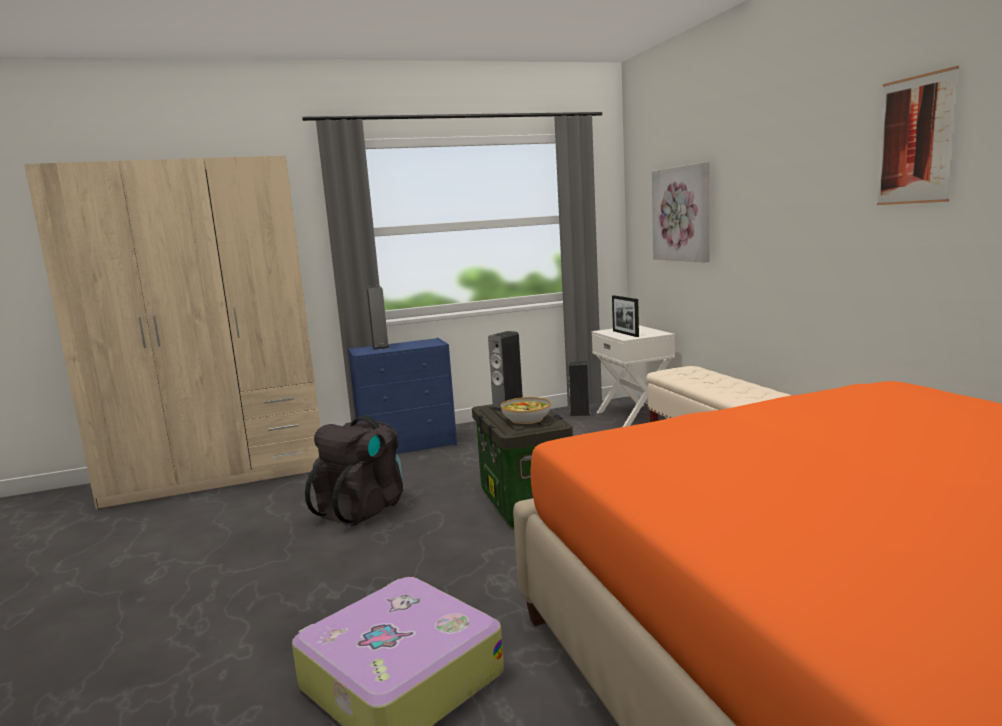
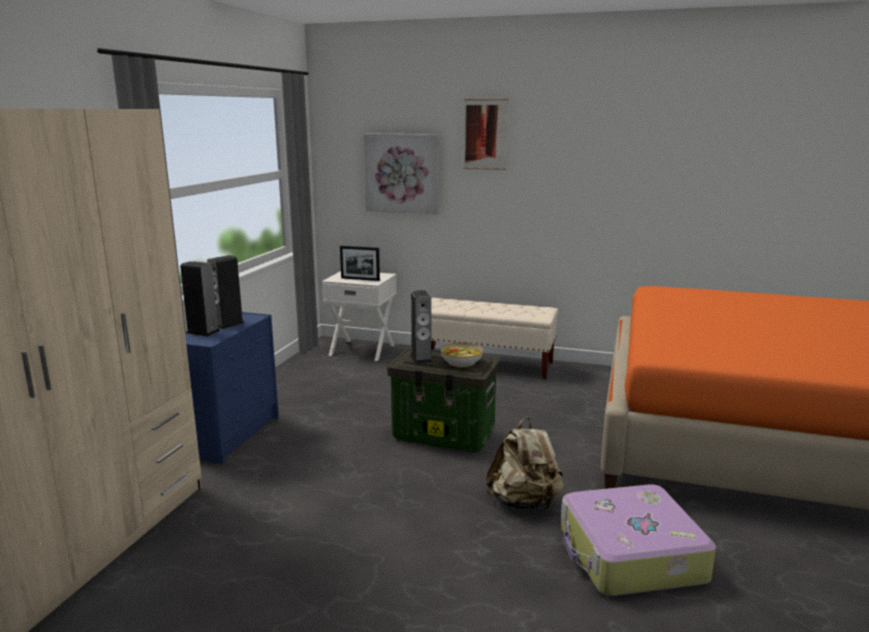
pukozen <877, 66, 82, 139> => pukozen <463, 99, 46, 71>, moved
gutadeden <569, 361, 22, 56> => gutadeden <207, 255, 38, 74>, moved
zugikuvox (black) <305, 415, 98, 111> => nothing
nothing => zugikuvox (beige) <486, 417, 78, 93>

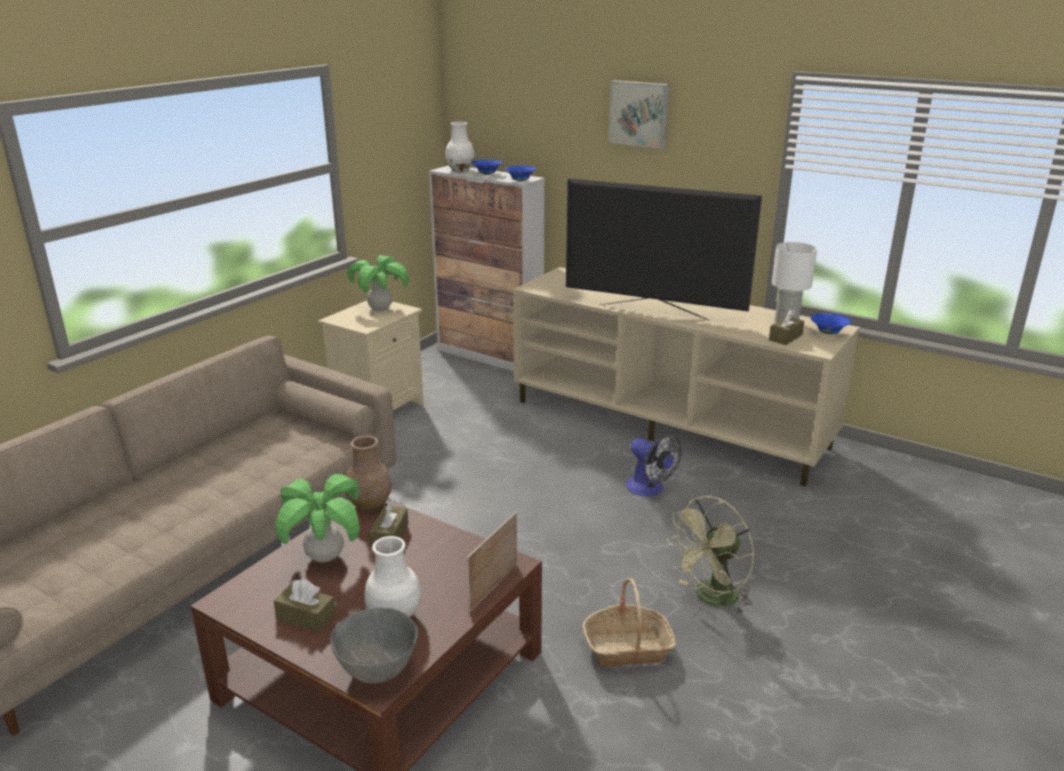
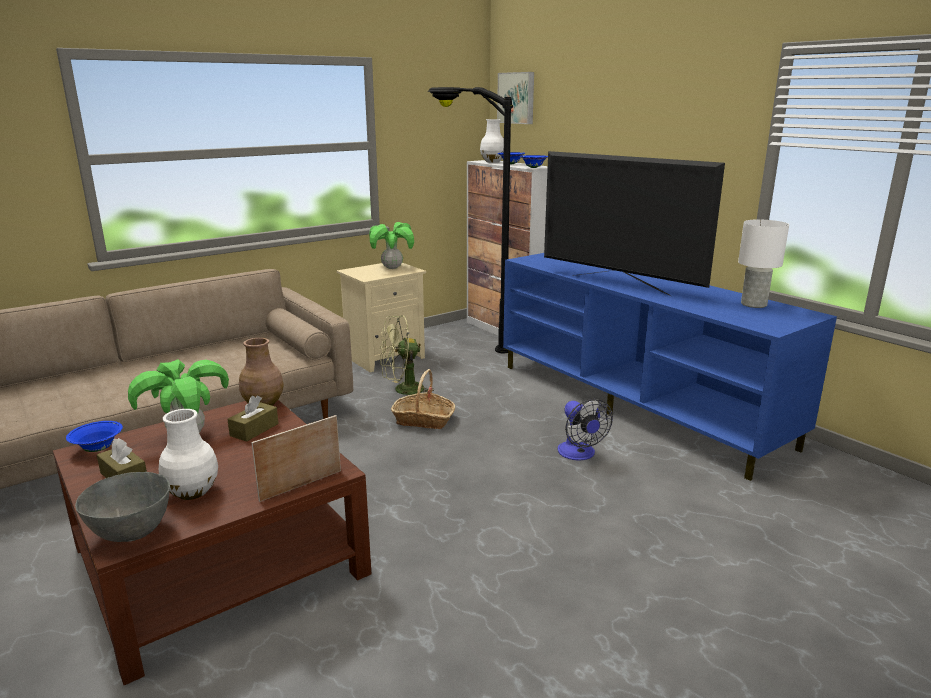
pukozen <608, 80, 61, 69> => pukozen <497, 72, 37, 52>, moved
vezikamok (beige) <513, 267, 347, 220> => vezikamok (blue) <503, 253, 334, 228>
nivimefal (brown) <769, 310, 35, 35> => nothing
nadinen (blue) <811, 313, 40, 22> => nadinen (blue) <66, 421, 57, 31>, moved
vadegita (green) <667, 496, 87, 118> => vadegita (green) <380, 315, 54, 83>, moved
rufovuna <583, 578, 94, 89> => rufovuna <391, 369, 64, 60>, moved
nothing => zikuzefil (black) <428, 87, 85, 266>

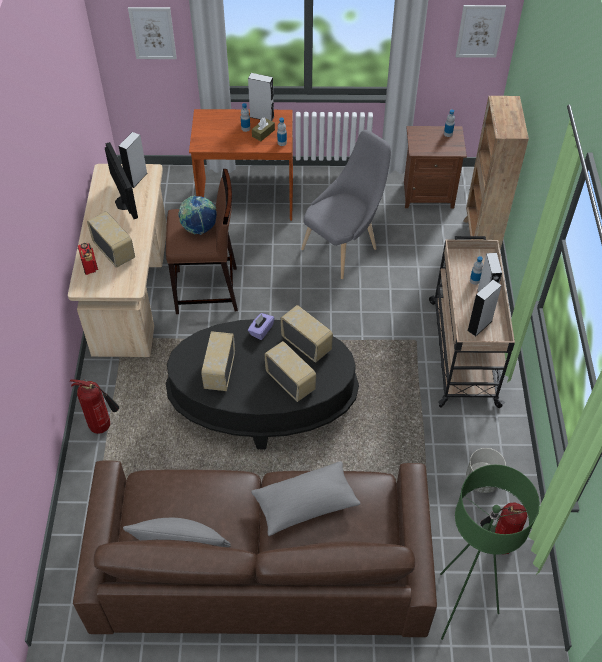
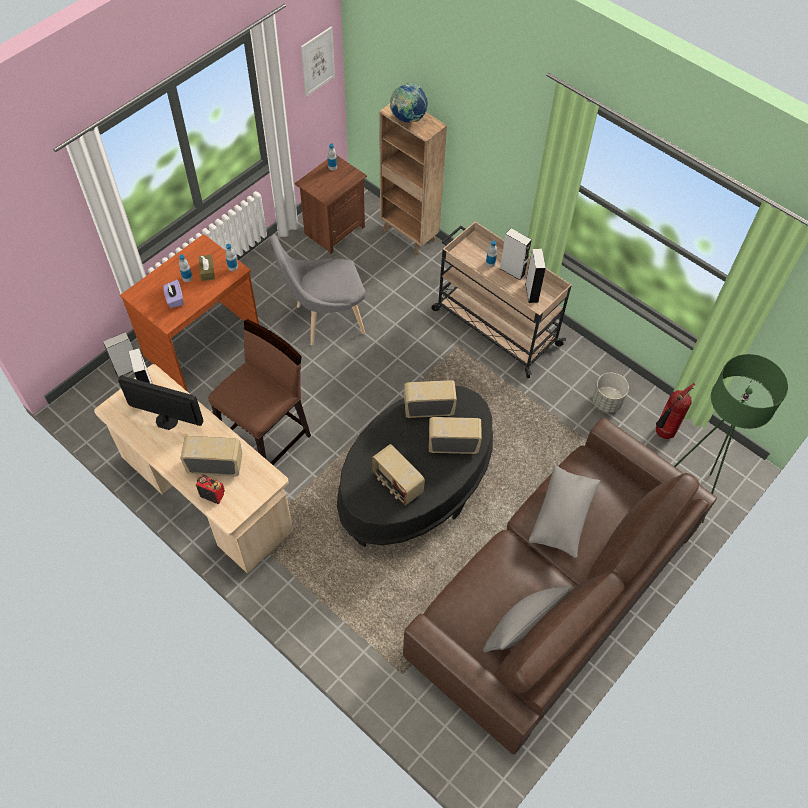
pukozen <128, 7, 49, 52> => nothing
gutadeden (grey) <248, 73, 26, 48> => gutadeden (grey) <103, 332, 31, 46>, moved
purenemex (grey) <301, 130, 90, 149> => purenemex (grey) <270, 235, 96, 110>, 105 degrees counterclockwise
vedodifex <178, 196, 38, 39> => vedodifex <390, 83, 38, 40>, moved
nivimefal (purple) <248, 313, 26, 27> => nivimefal (purple) <163, 280, 20, 28>, moved
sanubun <70, 379, 49, 55> => nothing

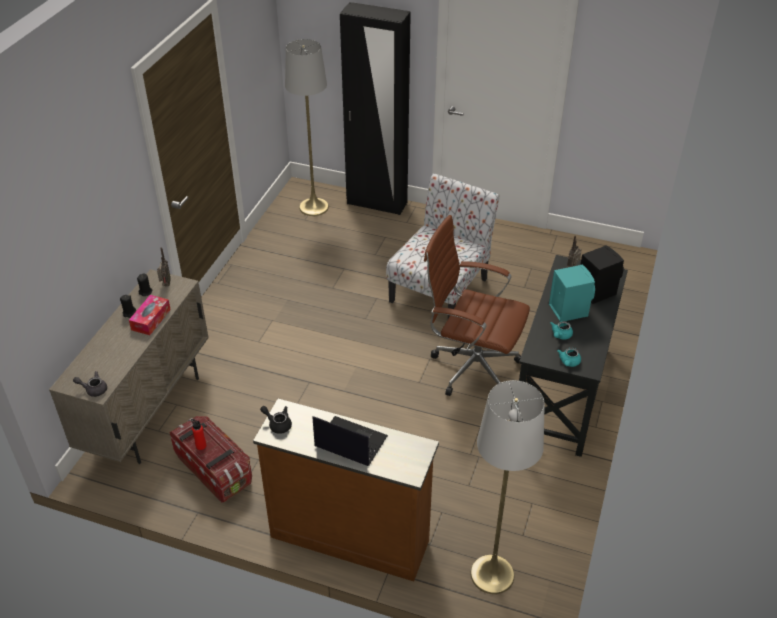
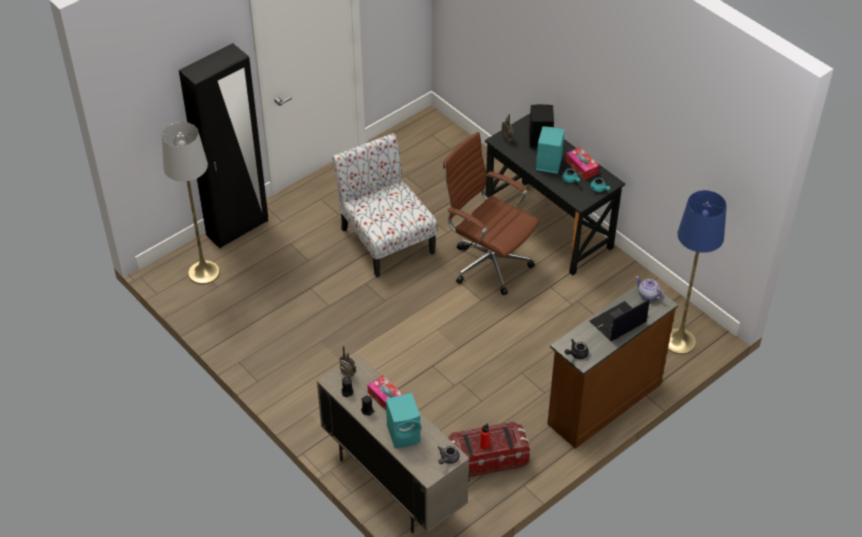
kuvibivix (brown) <424, 215, 106, 181> => kuvibivix (brown) <443, 132, 96, 164>, 75 degrees clockwise
zikuzefil (grey) <470, 380, 75, 214> => zikuzefil (blue) <668, 190, 59, 164>
nothing => nivimefal <566, 147, 33, 33>
nothing => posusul <635, 276, 29, 24>
nothing => gutadeden (turquoise) <386, 393, 35, 55>

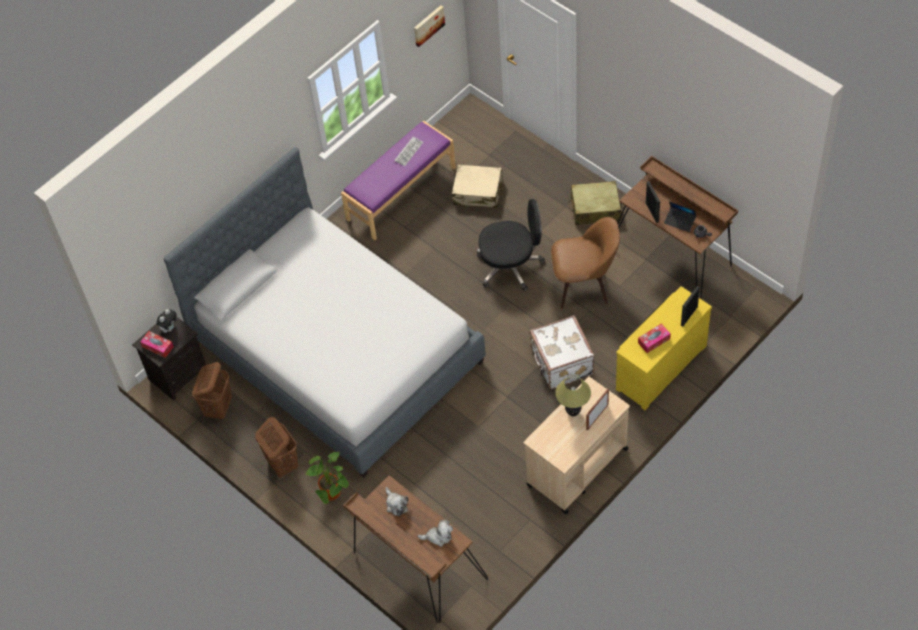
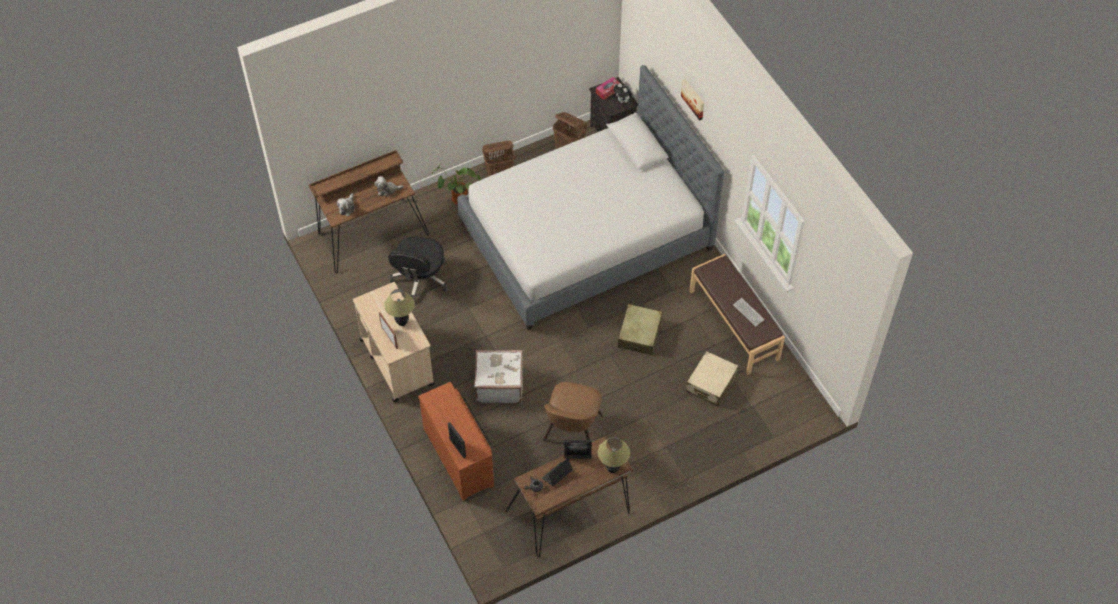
pukozen <414, 5, 31, 42> => pukozen <681, 79, 23, 42>, moved
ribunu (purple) <341, 121, 115, 119> => ribunu (brown) <689, 254, 96, 121>
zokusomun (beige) <569, 181, 52, 44> => zokusomun (beige) <618, 304, 44, 51>, moved
kuvibivix (black) <477, 199, 68, 92> => kuvibivix (black) <388, 236, 60, 65>, moved
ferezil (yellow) <616, 286, 96, 124> => ferezil (brown) <418, 382, 76, 119>
nivimefal <638, 323, 33, 30> => nothing
nothing => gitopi <597, 437, 33, 36>

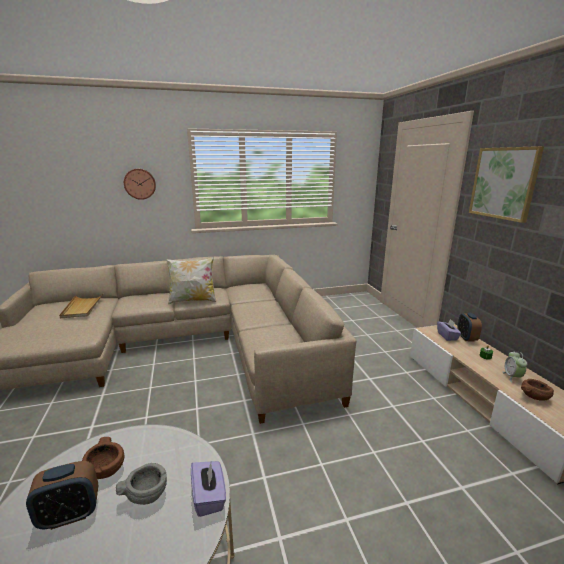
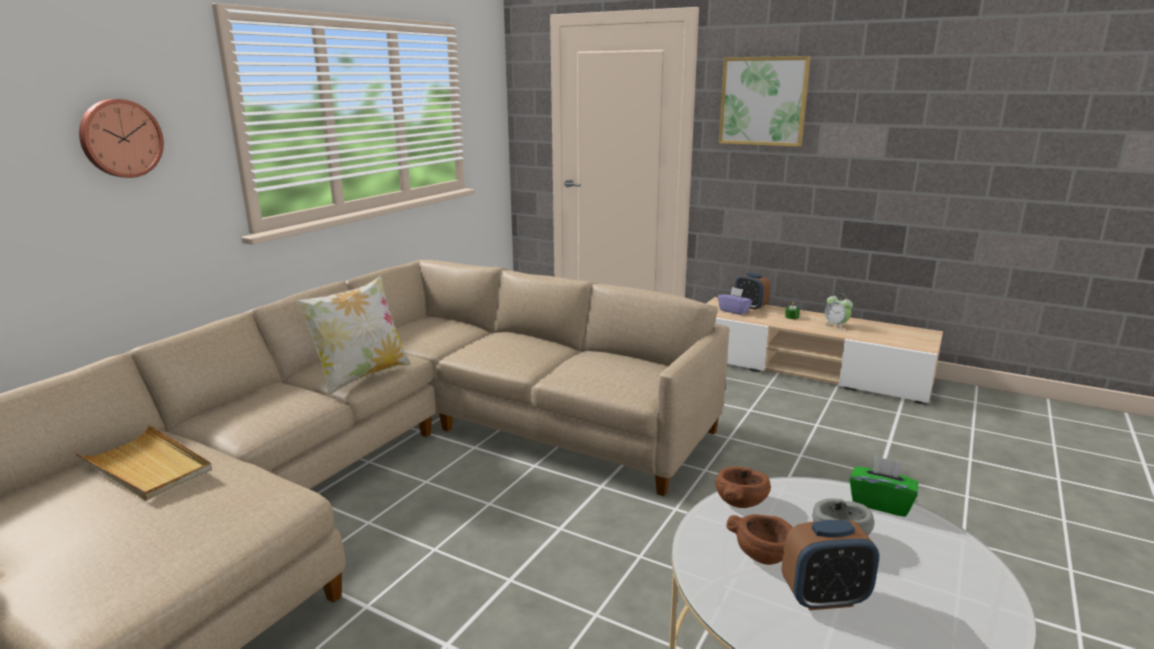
nadinen (brown) <521, 379, 33, 22> => nadinen (brown) <716, 466, 55, 42>, moved
nivimefal (purple) <191, 460, 35, 57> => nivimefal (green) <849, 455, 69, 62>
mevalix <26, 461, 72, 69> => mevalix <782, 520, 97, 90>, 60 degrees clockwise

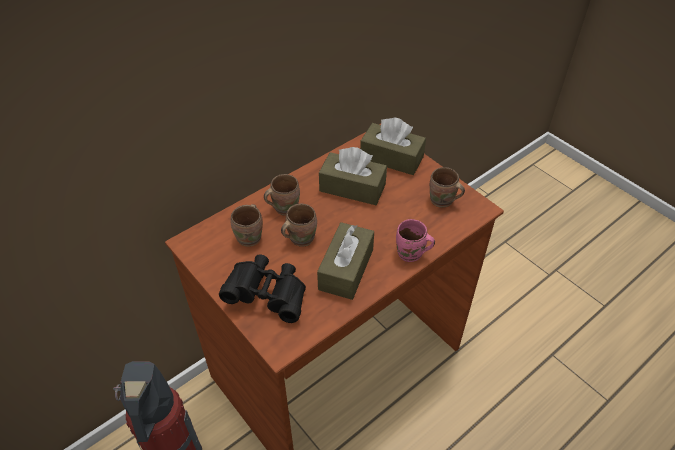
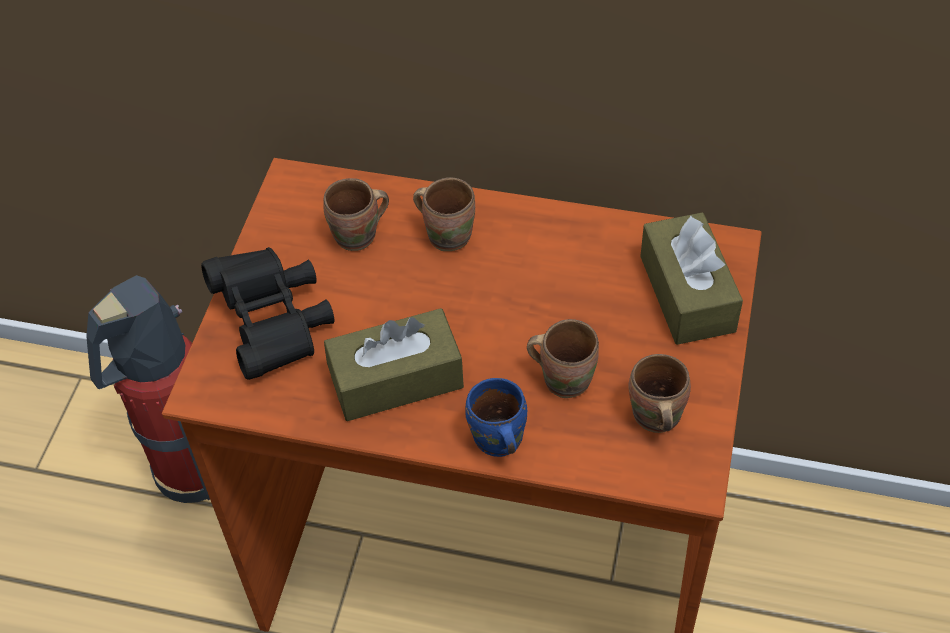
nivimefal (brown) <319, 147, 68, 58> => nothing
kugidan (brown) <281, 204, 36, 43> => kugidan (brown) <527, 319, 72, 79>, moved
kugidan (pink) <396, 219, 39, 43> => kugidan (blue) <465, 378, 62, 79>

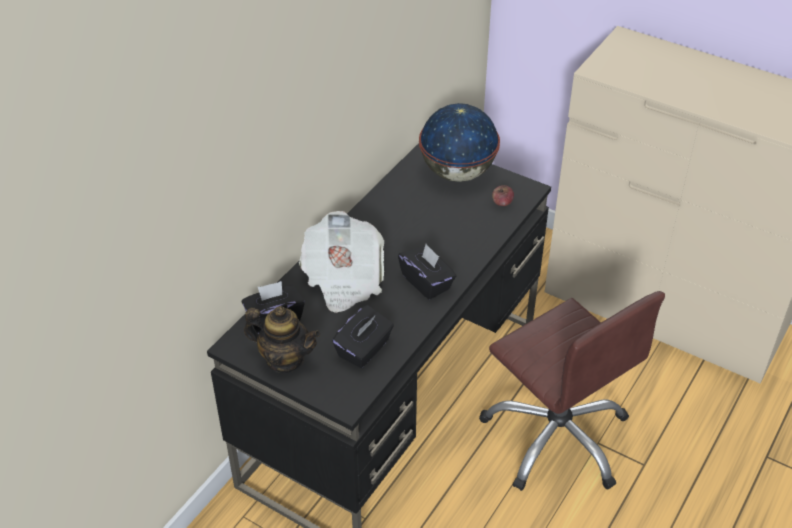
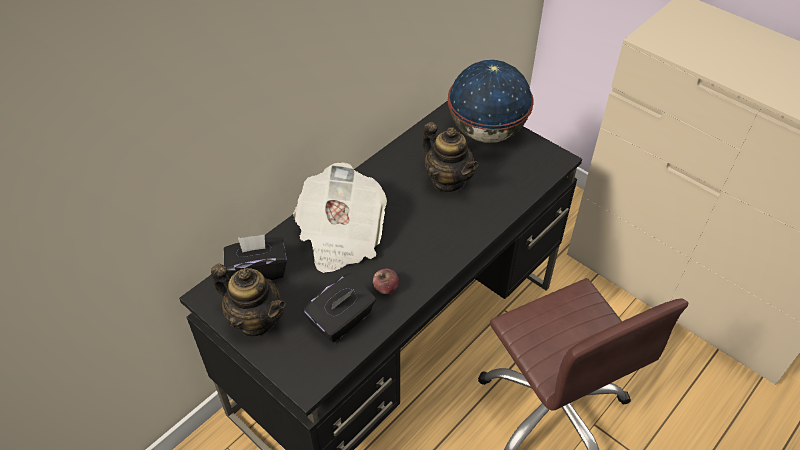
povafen <492, 185, 22, 21> => povafen <373, 268, 26, 26>, moved
nivimefal (black) <398, 244, 58, 56> => nothing
nothing => posusul <422, 122, 57, 70>

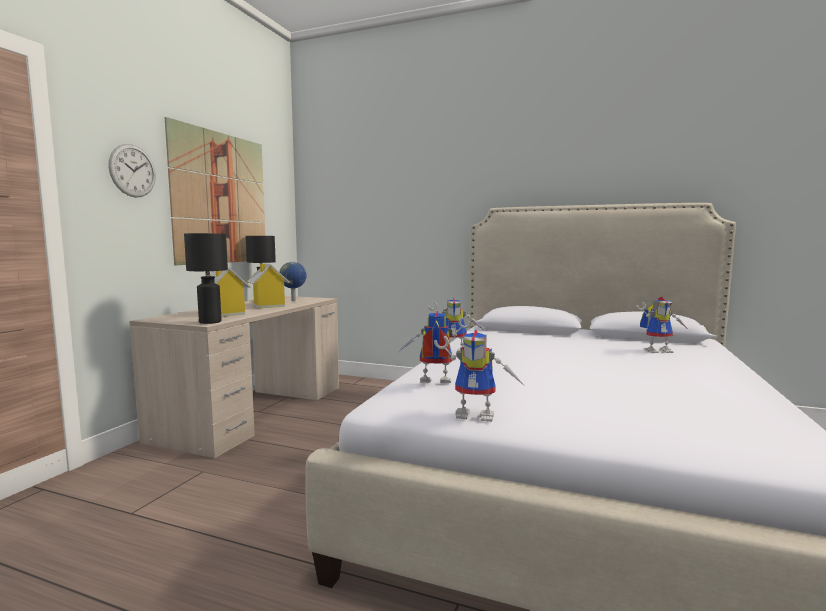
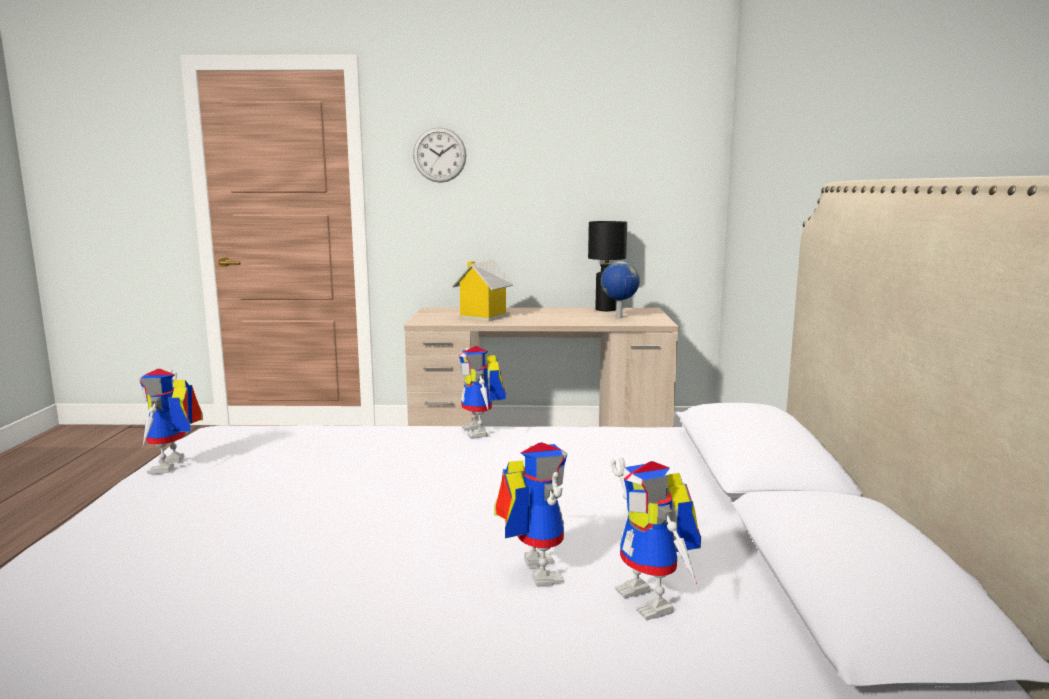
pukozen <165, 117, 100, 148> => nothing
gitopi (black) <184, 233, 44, 91> => nothing
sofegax <247, 263, 43, 45> => nothing
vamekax <397, 311, 74, 73> => vamekax <494, 443, 73, 143>, moved

